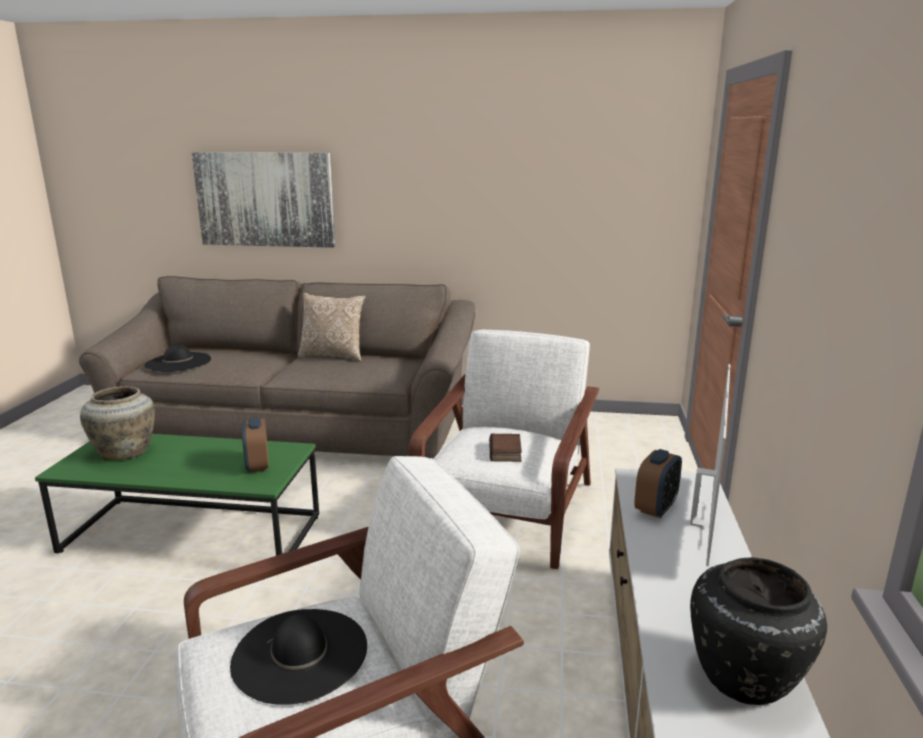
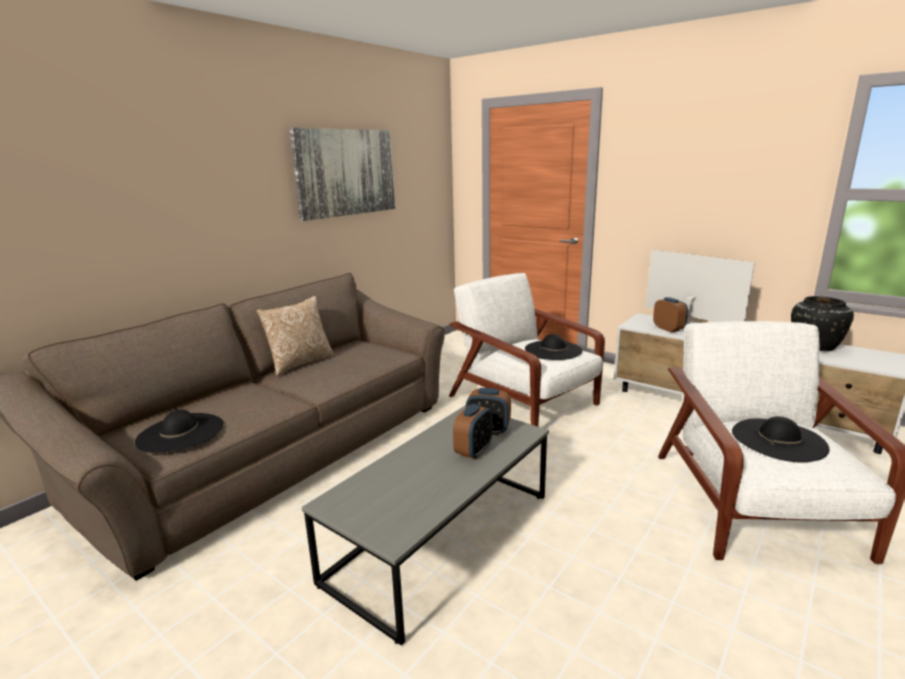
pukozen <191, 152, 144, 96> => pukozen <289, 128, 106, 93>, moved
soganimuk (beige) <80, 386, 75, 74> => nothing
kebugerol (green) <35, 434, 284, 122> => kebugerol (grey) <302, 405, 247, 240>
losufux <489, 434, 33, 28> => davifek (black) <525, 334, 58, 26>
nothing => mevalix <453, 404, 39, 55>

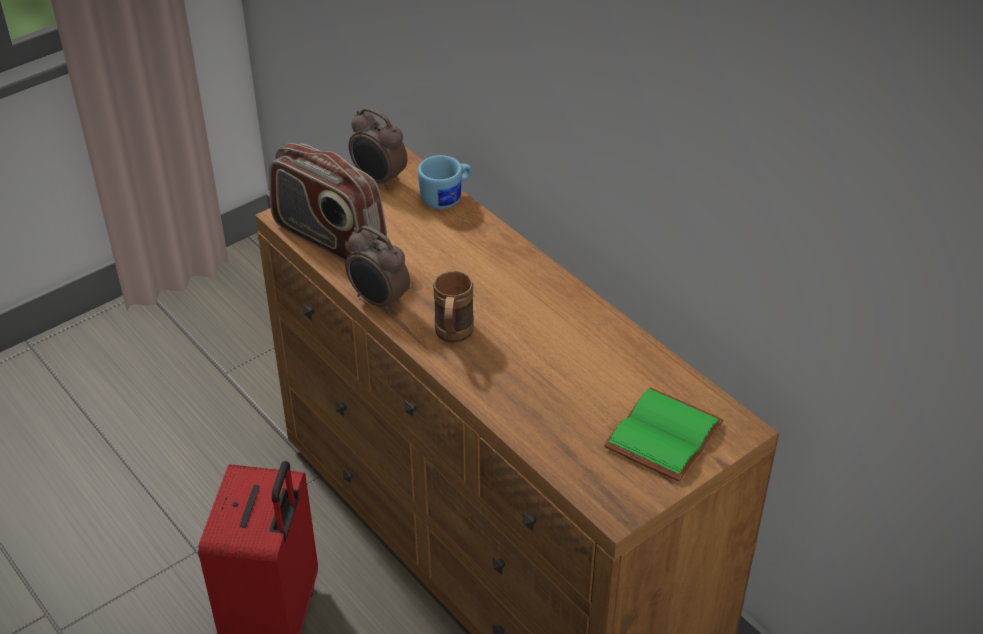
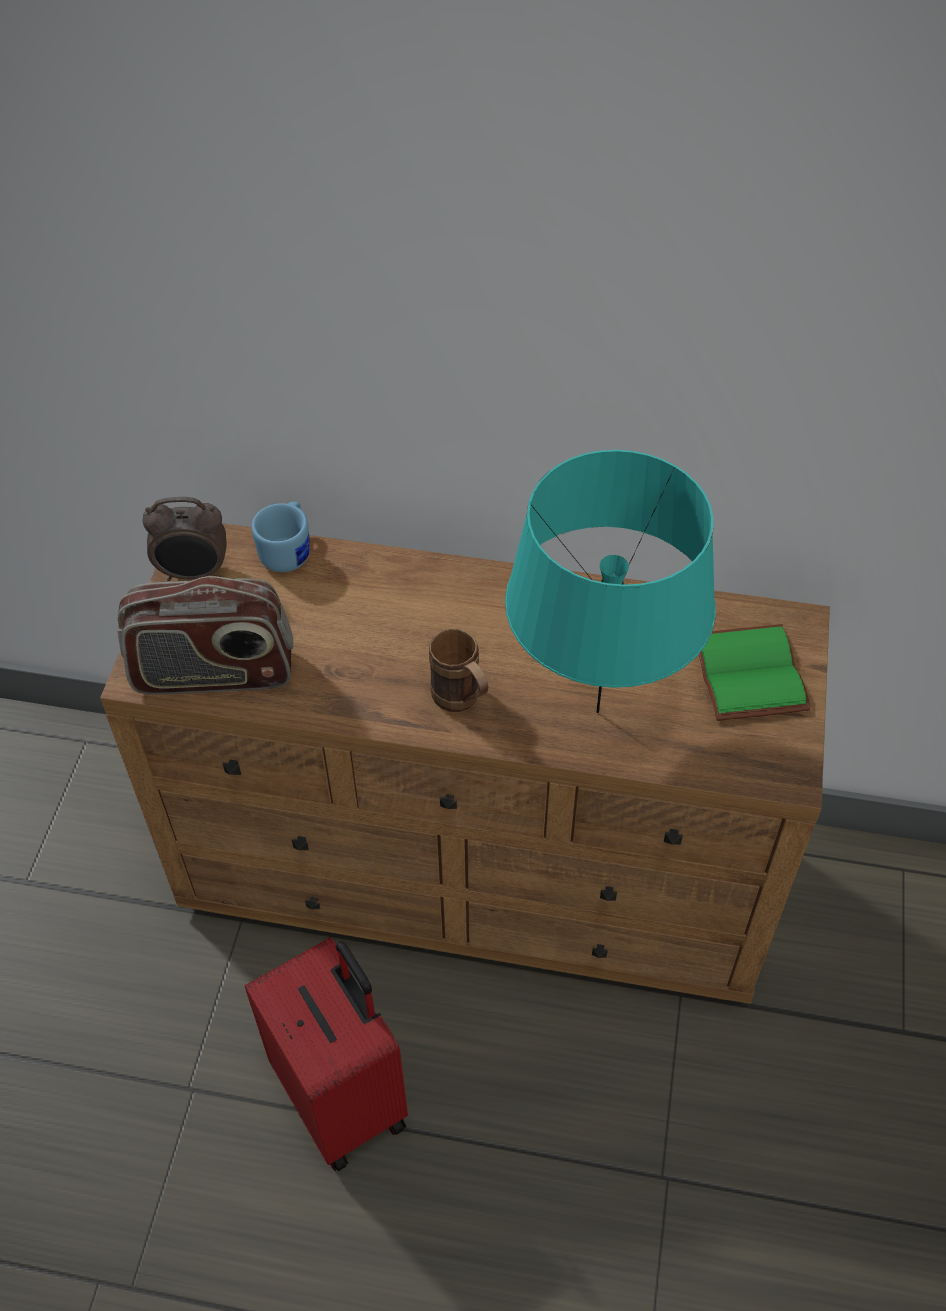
mevalix <345, 226, 65, 88> => nothing
nothing => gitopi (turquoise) <505, 450, 211, 263>

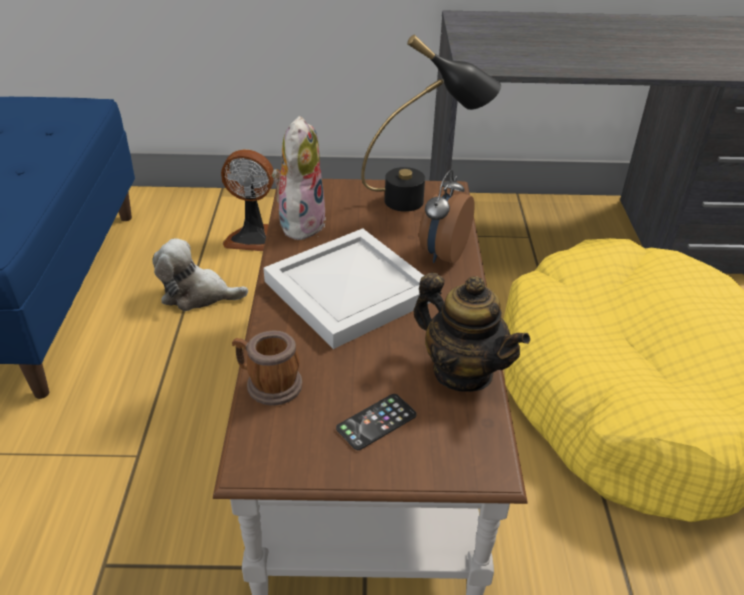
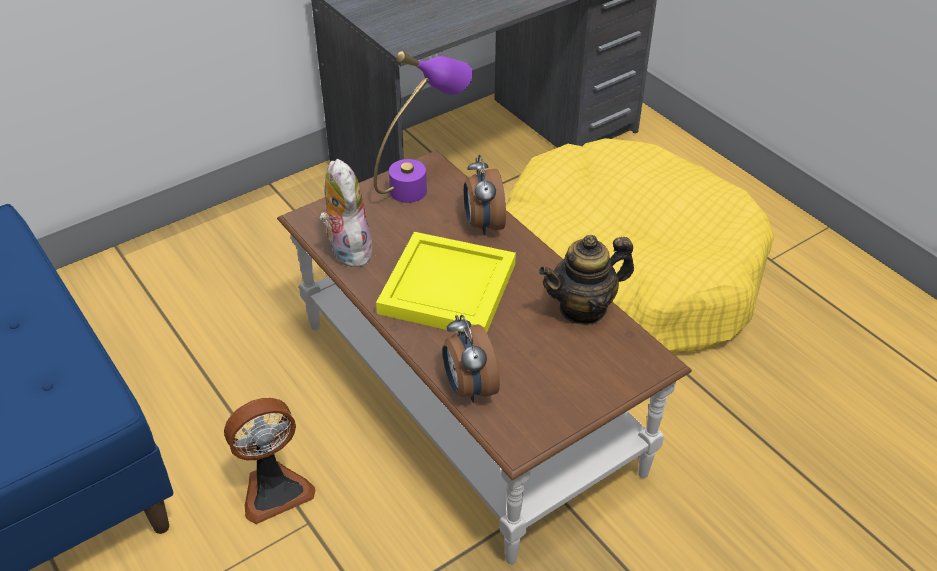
gitopi (black) <361, 34, 140, 178> => gitopi (purple) <374, 51, 99, 152>
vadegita <221, 149, 53, 102> => vadegita <224, 398, 92, 126>, moved
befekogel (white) <263, 228, 168, 121> => befekogel (yellow) <376, 232, 140, 101>
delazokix <152, 239, 96, 72> => nothing
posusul <414, 273, 116, 119> => posusul <539, 235, 95, 90>, 150 degrees clockwise
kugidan <232, 331, 71, 75> => mevalix <443, 315, 57, 88>
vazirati <336, 394, 81, 56> => nothing

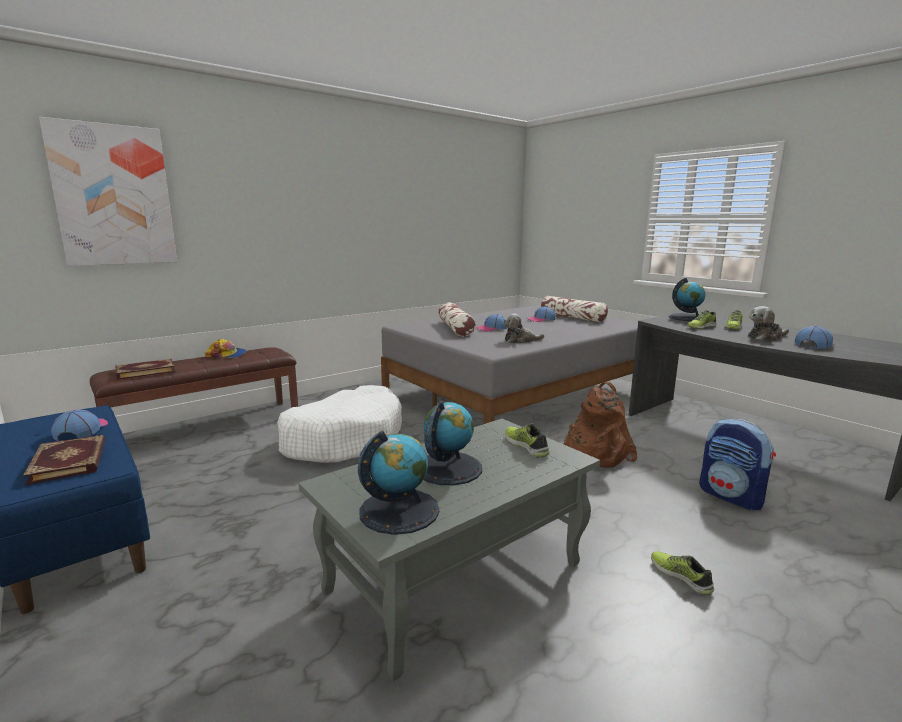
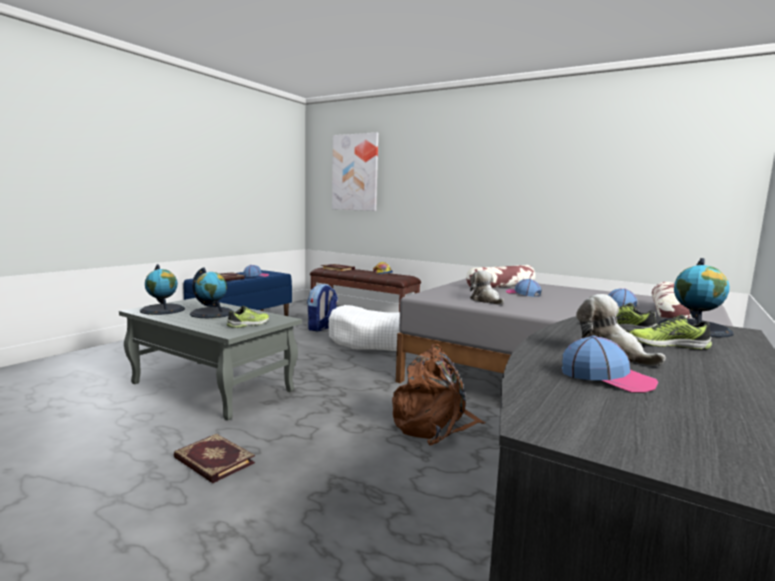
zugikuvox <699, 418, 77, 92> => zugikuvox <307, 284, 31, 47>, moved
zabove <651, 551, 63, 44> => losufux <174, 434, 81, 49>

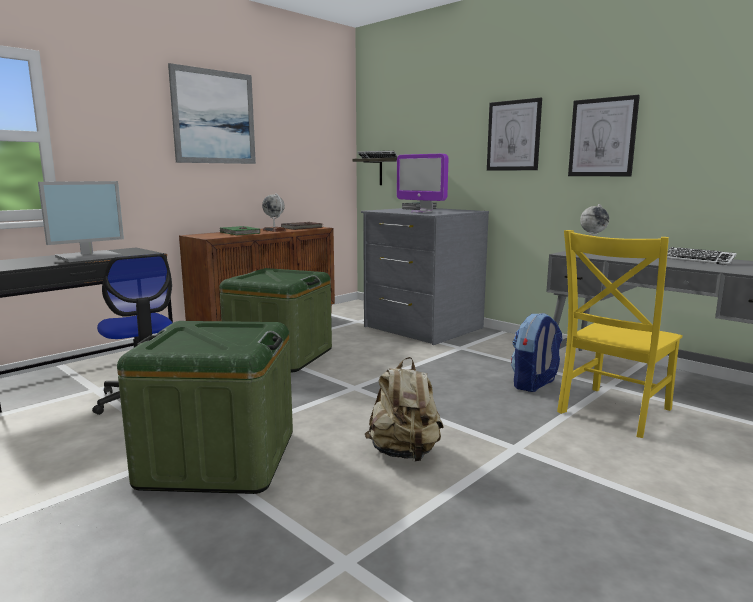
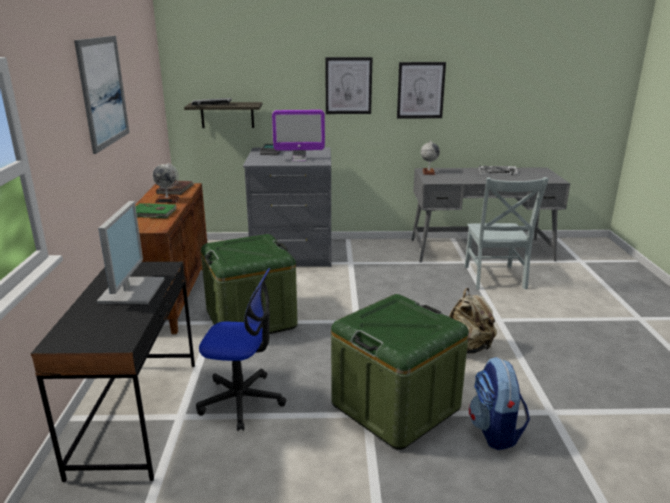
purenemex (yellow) <557, 230, 126, 208> => purenemex (grey) <464, 177, 85, 113>
zugikuvox <511, 313, 52, 79> => zugikuvox <469, 357, 61, 93>, moved

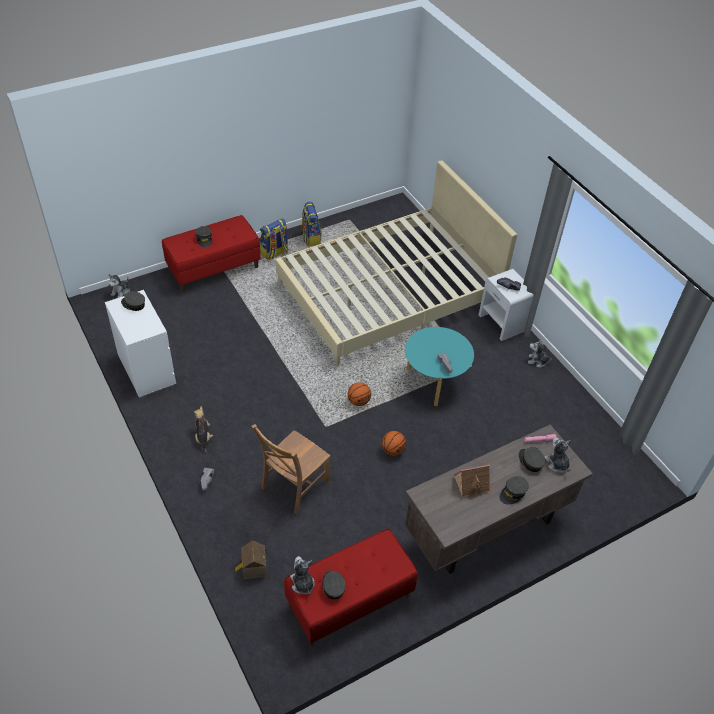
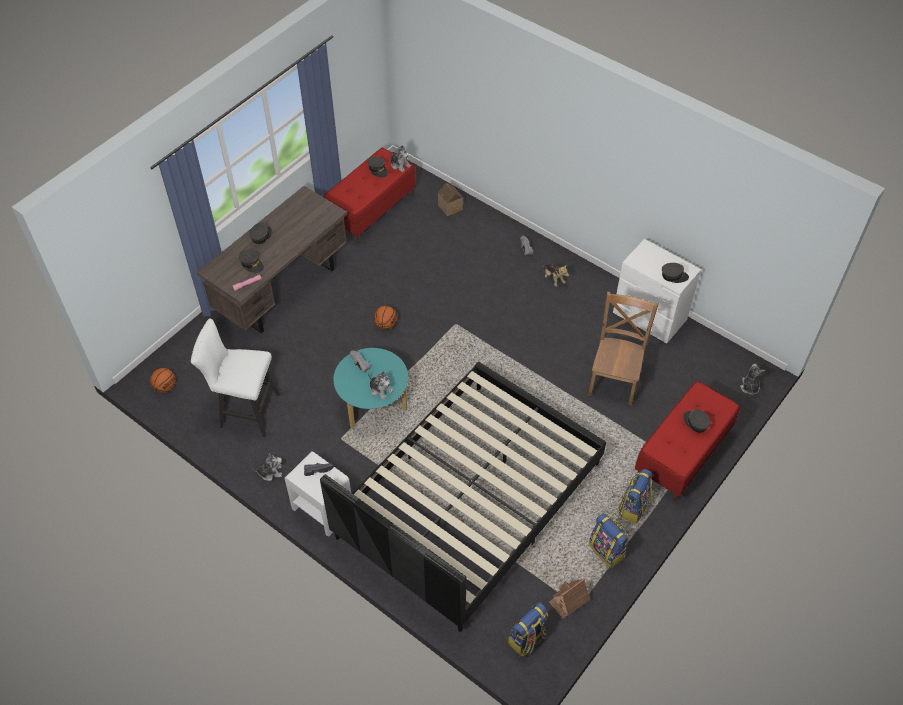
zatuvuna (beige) <276, 160, 241, 206> => zatuvuna (black) <320, 362, 286, 270>
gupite <348, 382, 23, 24> => gupite <150, 368, 26, 25>, moved
purenemex (brown) <252, 424, 78, 90> => purenemex (brown) <588, 292, 71, 114>, moved
delazokix <545, 437, 26, 35> => delazokix <368, 371, 26, 29>, moved
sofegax <454, 465, 40, 31> => sofegax <549, 579, 41, 39>, moved
nothing => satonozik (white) <191, 318, 89, 119>
nothing => zugikuvox <508, 602, 40, 54>

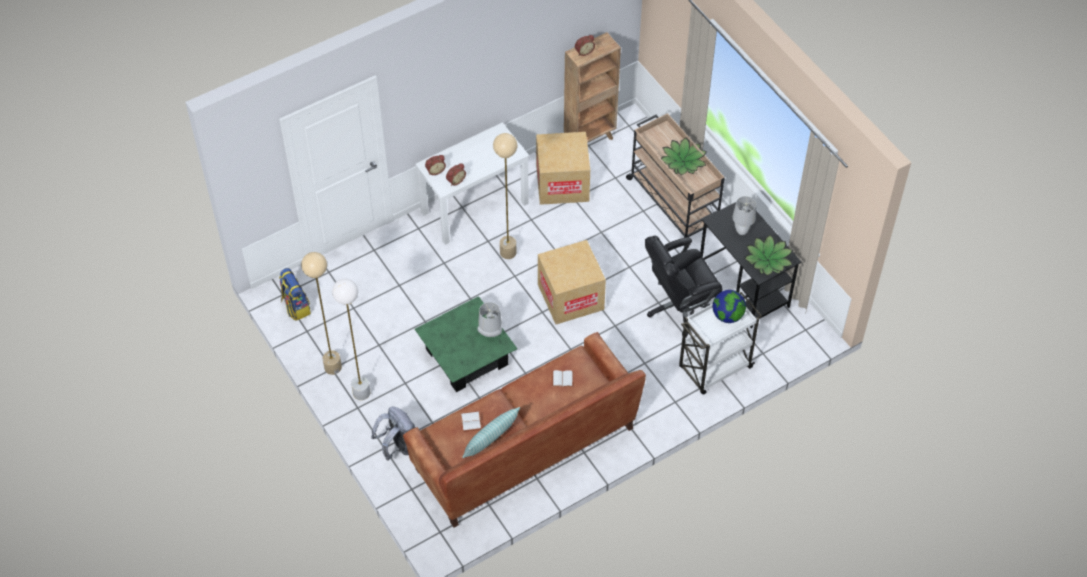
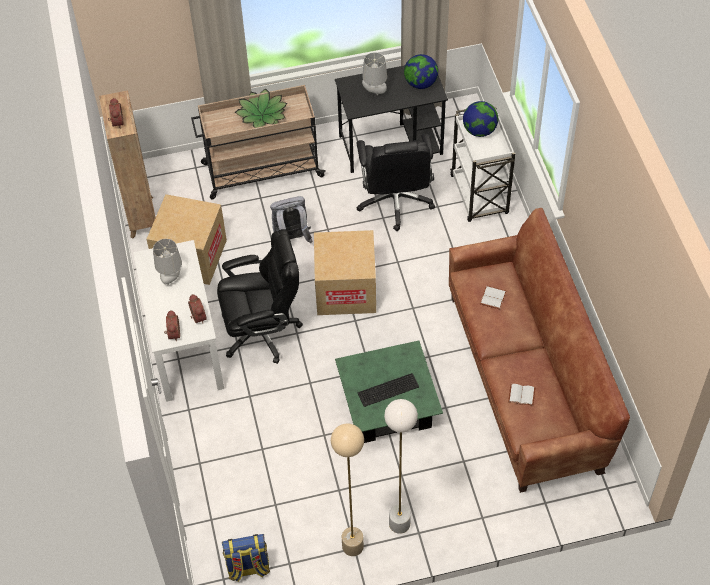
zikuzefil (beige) <493, 133, 24, 126> => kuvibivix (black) <217, 229, 86, 135>
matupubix <744, 234, 49, 42> => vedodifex <404, 54, 34, 35>
gitopi (grey) <477, 302, 25, 35> => gitopi (grey) <153, 239, 29, 46>, moved
zugikuvox (grey) <371, 407, 44, 54> => zugikuvox (grey) <270, 196, 42, 47>, moved
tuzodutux <462, 407, 58, 51> => nothing
nothing => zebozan <357, 373, 62, 34>

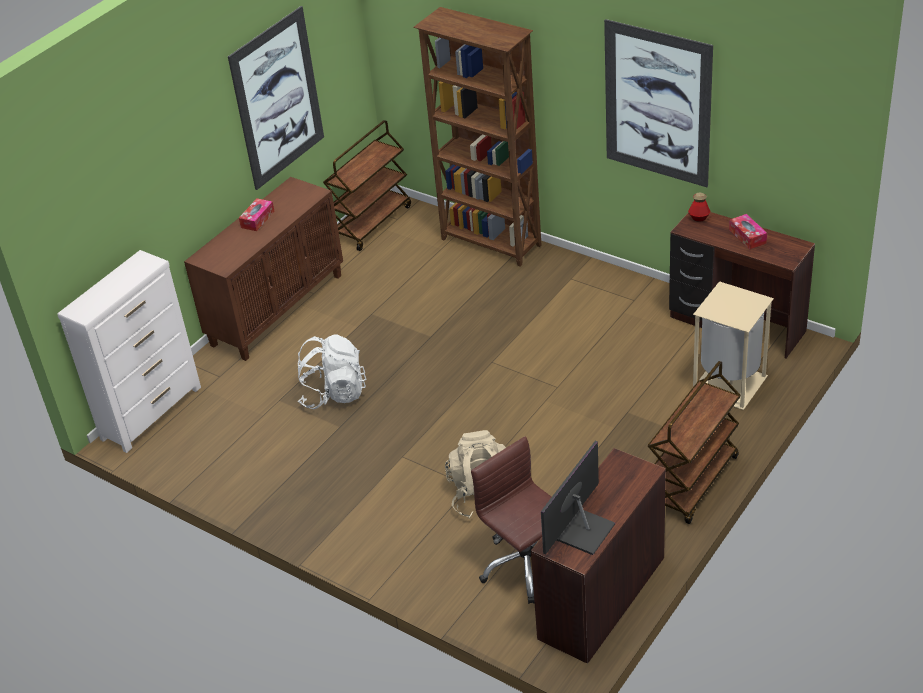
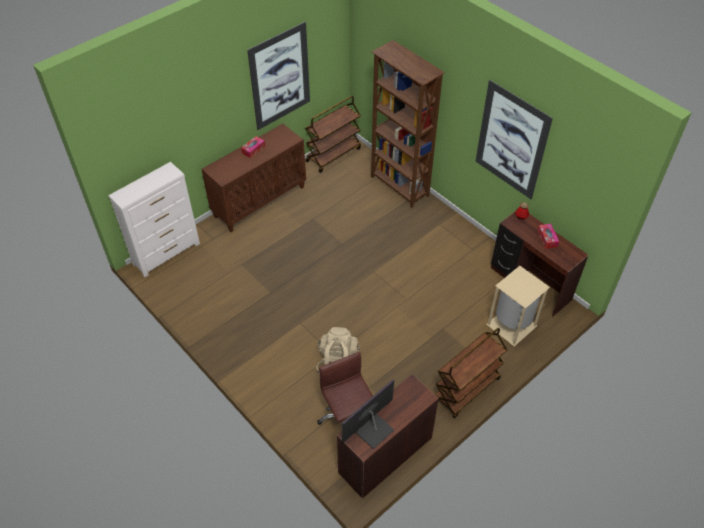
zugikuvox (white) <298, 335, 69, 74> => nothing

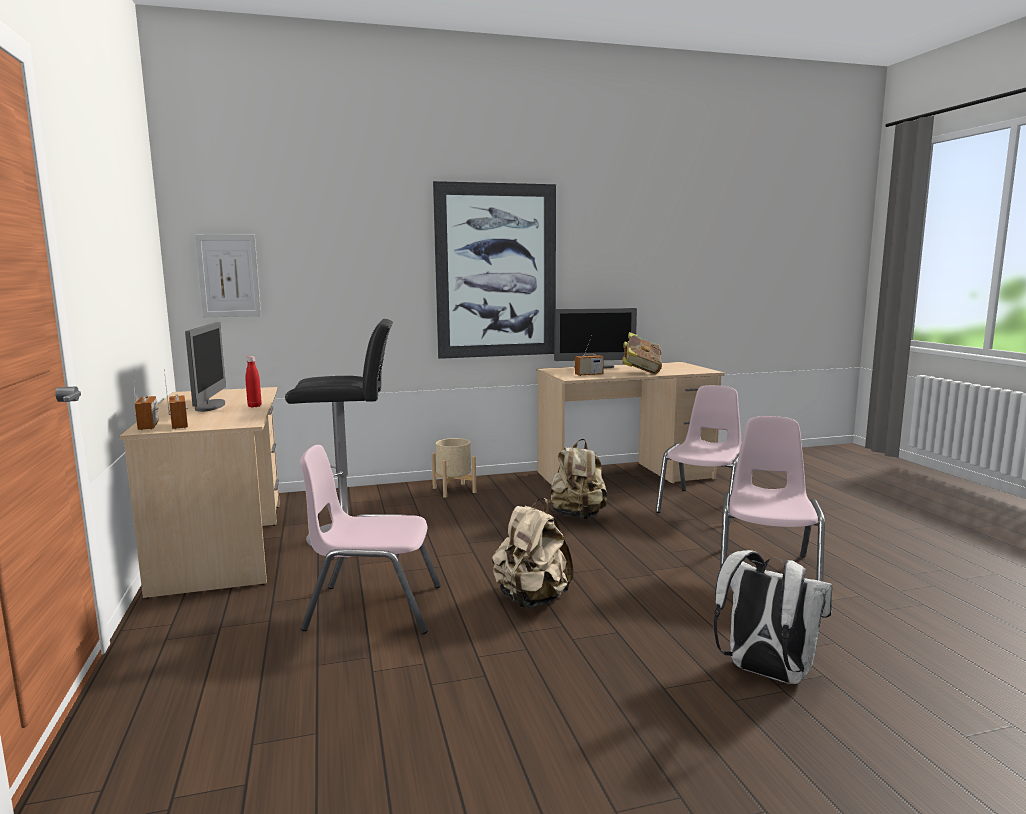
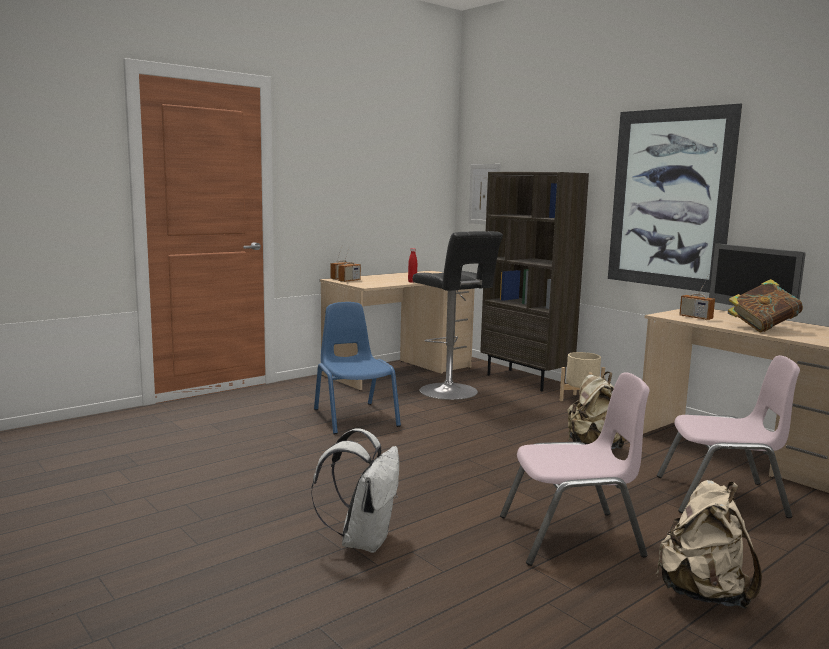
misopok <185, 322, 41, 90> => nothing
purenemex (pink) <300, 445, 141, 189> => purenemex (blue) <314, 302, 87, 132>
zugikuvox (beige) <492, 498, 82, 110> => zugikuvox (beige) <656, 480, 106, 129>, moved
nothing => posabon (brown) <480, 172, 109, 219>

